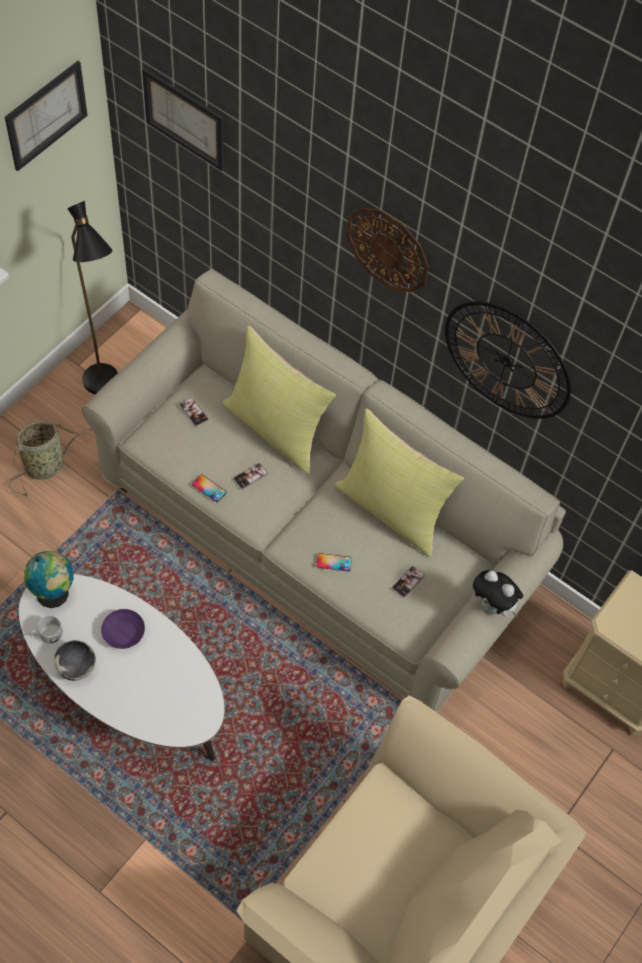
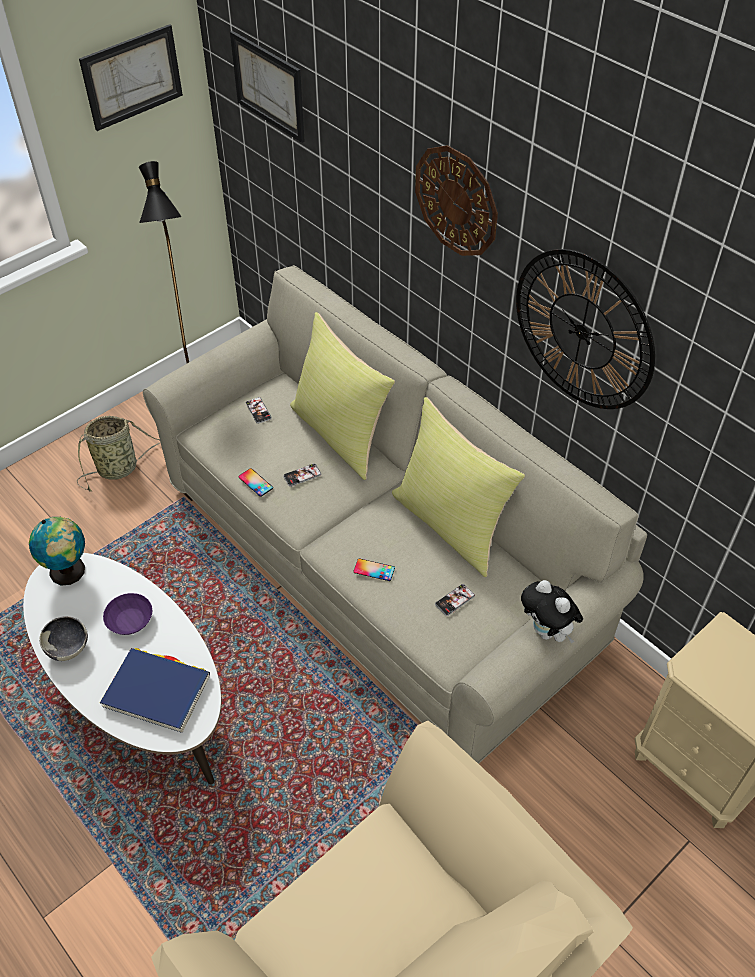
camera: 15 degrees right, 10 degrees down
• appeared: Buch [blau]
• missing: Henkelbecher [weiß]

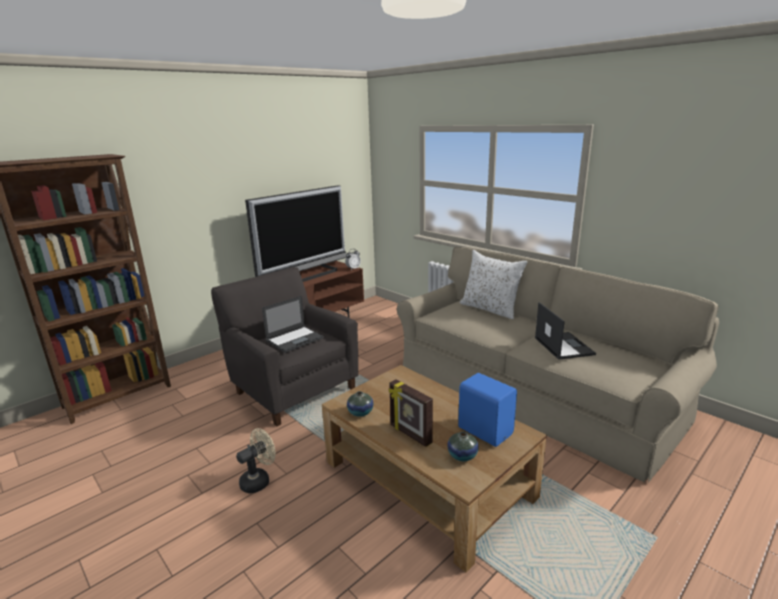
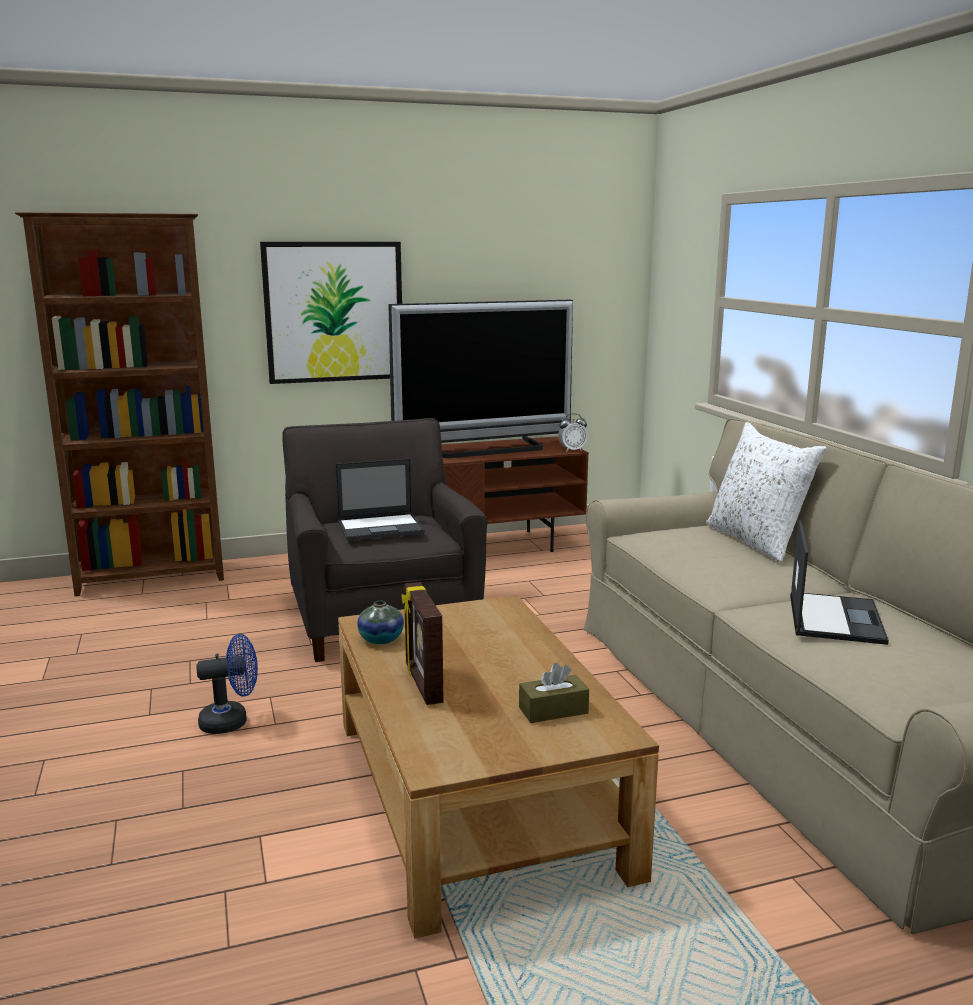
camera: 25 degrees right, 5 degrees down
• colour: Ventilator [beige] to Ventilator [blau]
• appeared: Bild
• exchanged: Lautsprecher [blau] to Taschentuchbox [braun]
• missing: Vase (no. 2 from left)

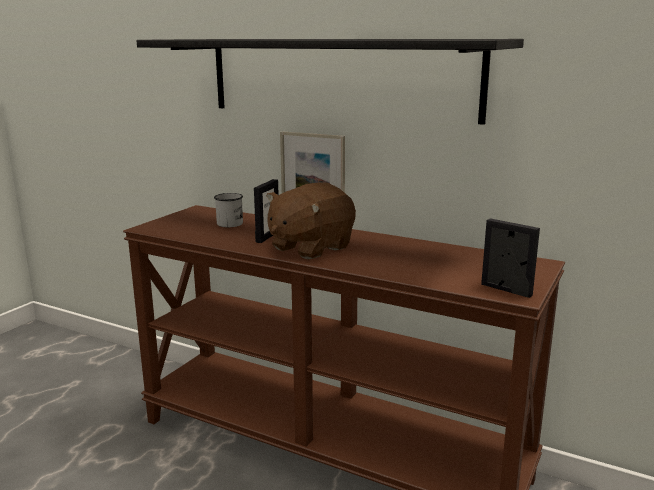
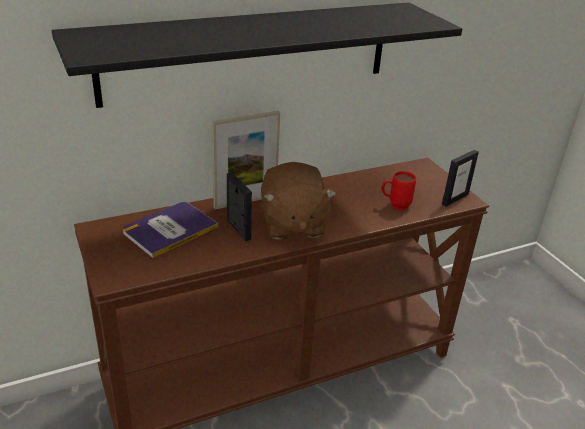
camera: 55 degrees left, 15 degrees up
• exchanged: Henkelbecher [weiß] to Buch
• appeared: Henkelbecher [rot]
• spun: Bilderrahmen (no. 3 from left) 150 degrees clockwise

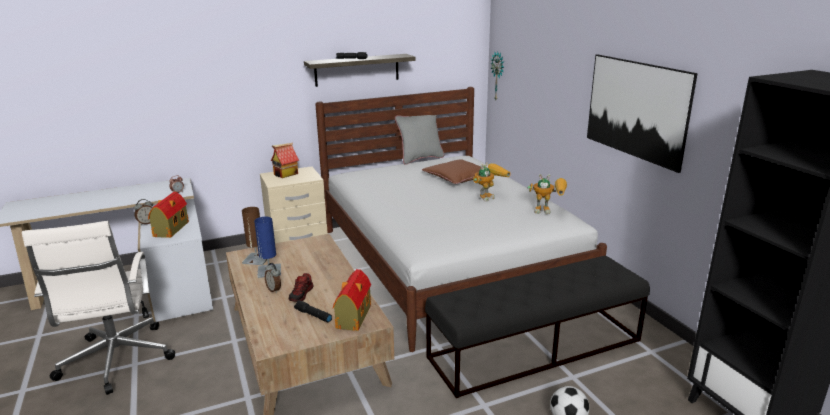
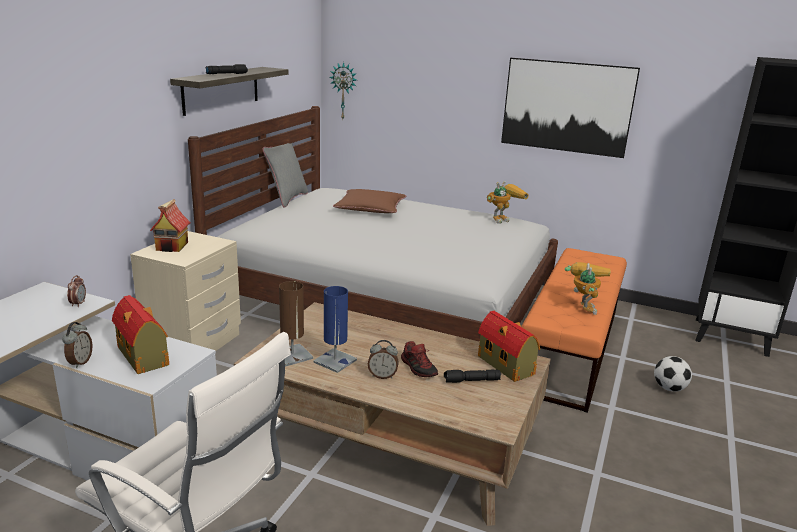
camera: 45 degrees left, 0 degrees up
• colour: Bank [schwarz] to Bank [orange]
• relocated: Spielzeugroboter (no. 1 from left in the first image) to Spielzeugroboter (no. 2 from left)

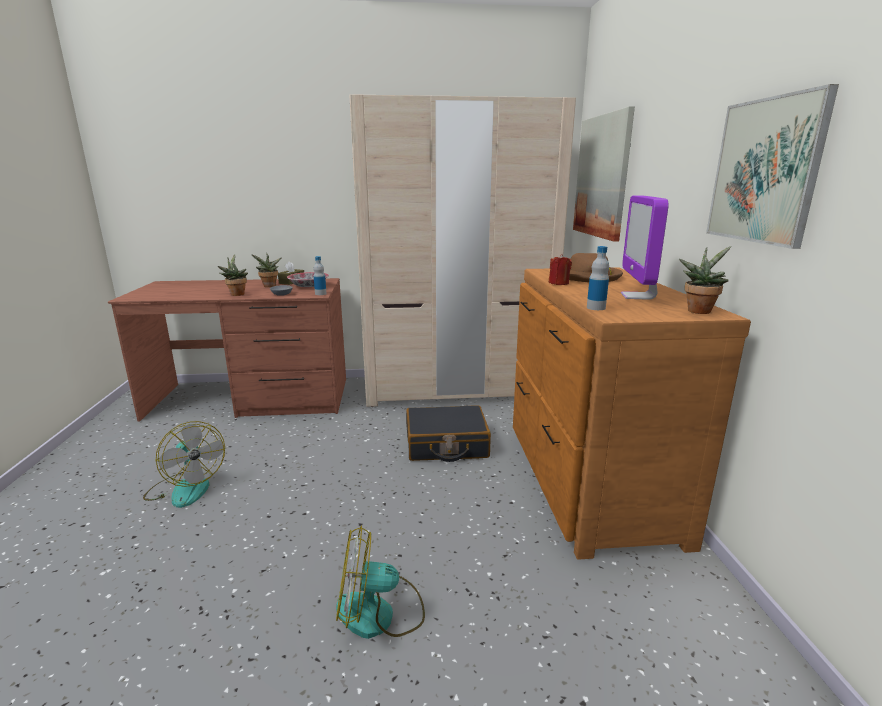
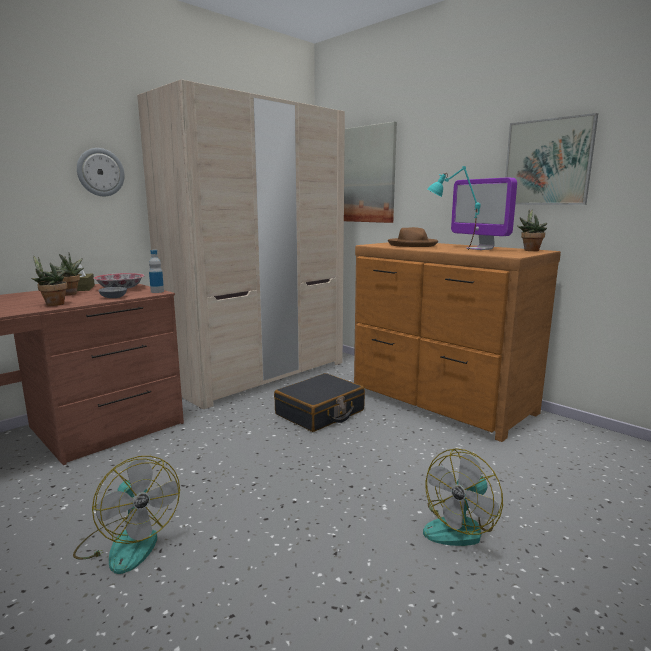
camera: 40 degrees left, 5 degrees down
• spun: Ventilator (no. 1 from left) 45 degrees clockwise
• appeared: Wanduhr
• appeared: Tischlampe [türkis]
• missing: Kerze [rot]
• missing: Flasche (no. 2 from left)

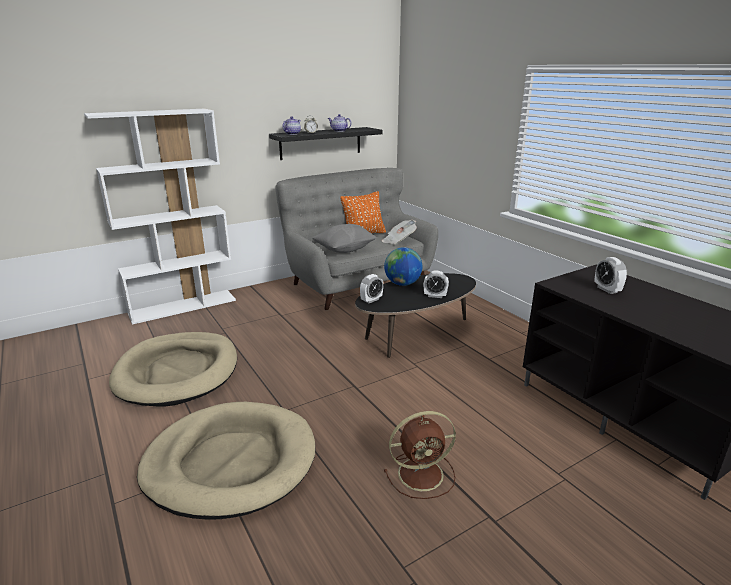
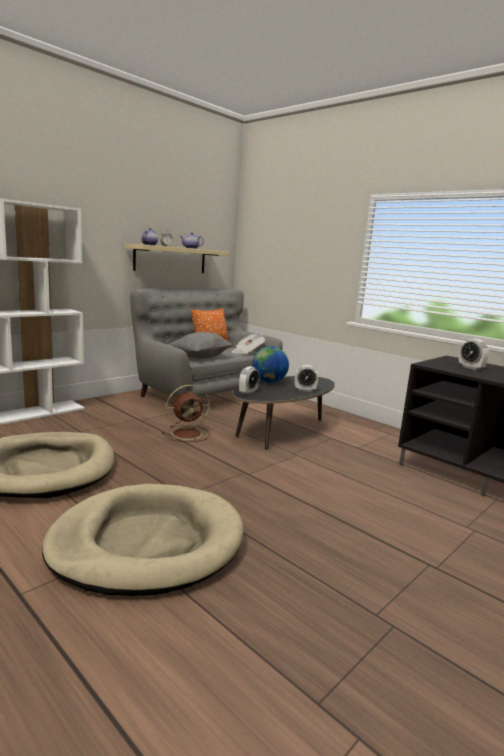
camera: 15 degrees left, 10 degrees down
• colour: Wandregal [schwarz] to Wandregal [beige]
• relocated: Ventilator [braun]

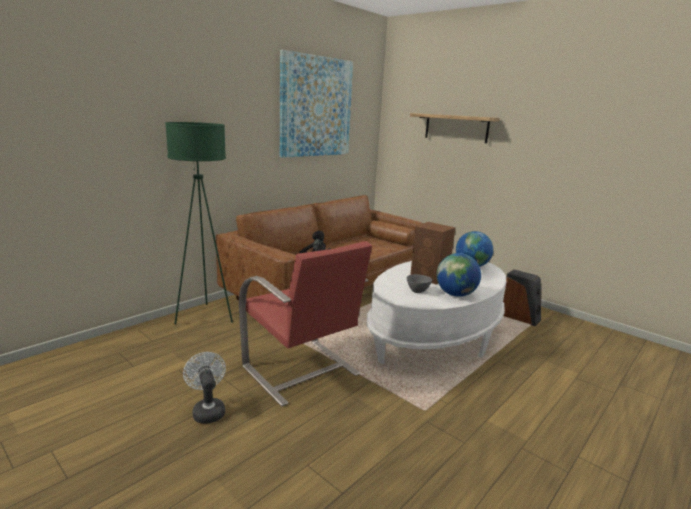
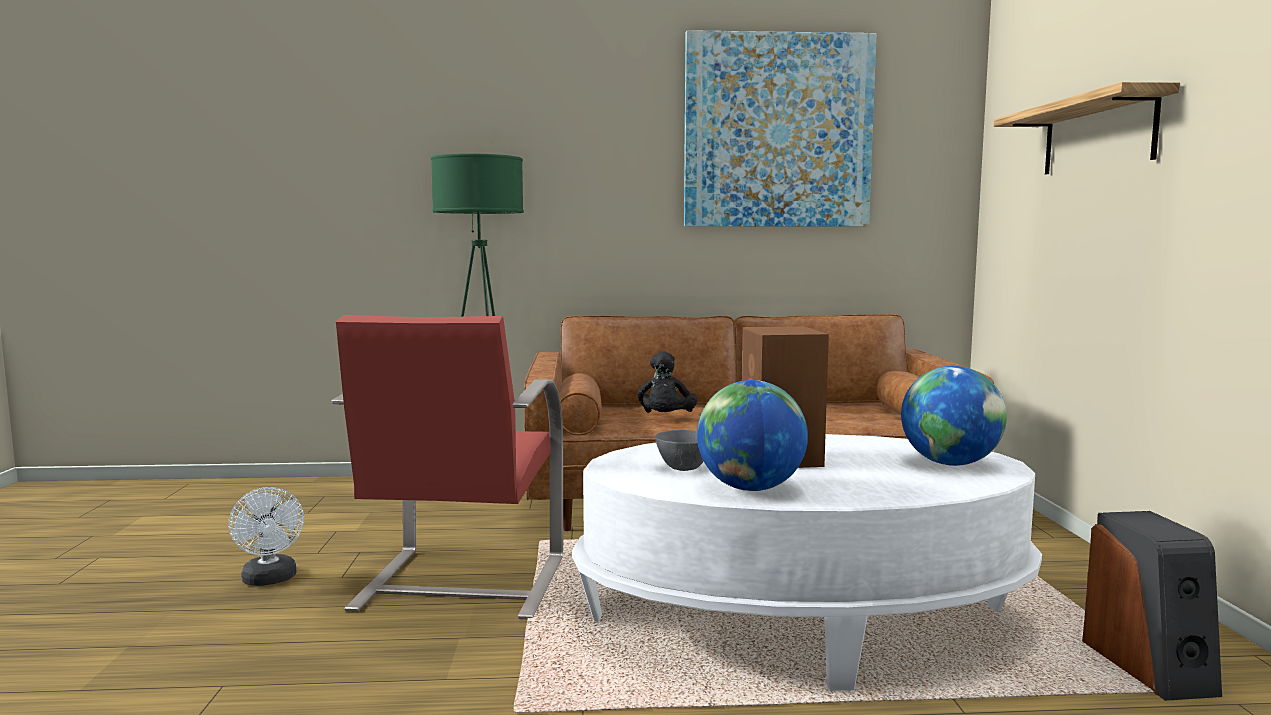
camera: 45 degrees right, 10 degrees down
• spun: Ventilator [weiß] 135 degrees clockwise

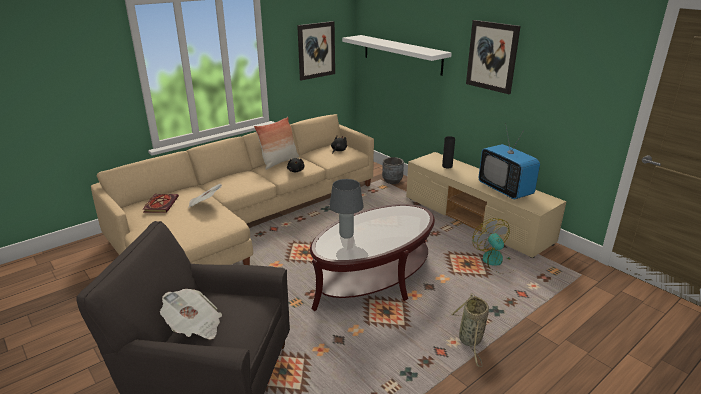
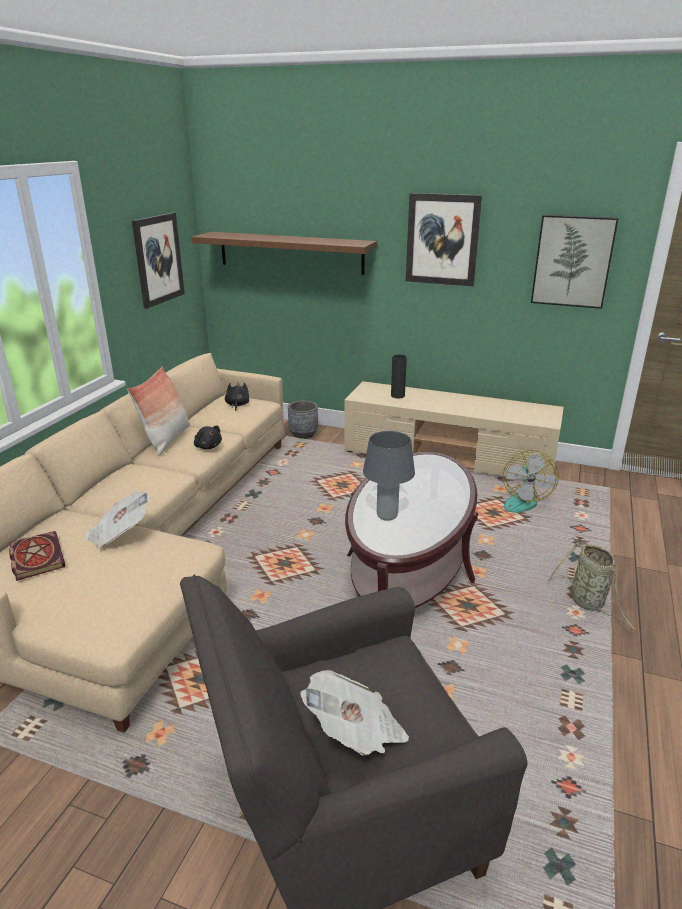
camera: 30 degrees left, 0 degrees up
• colour: Wandregal [weiß] to Wandregal [braun]
• spun: Ventilator 120 degrees counterclockwise
• appeared: Bild (no. 3 from left)
• missing: Fernseher

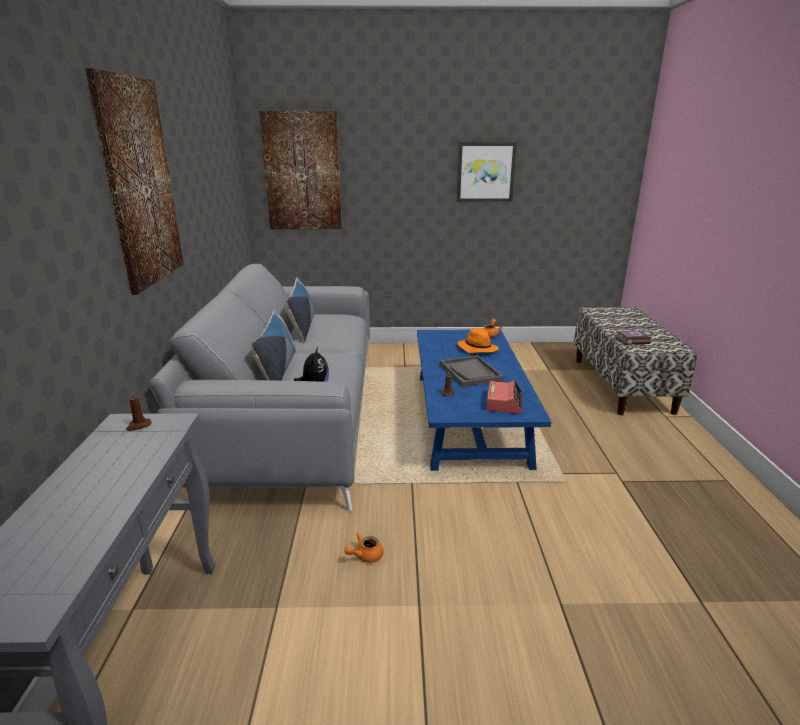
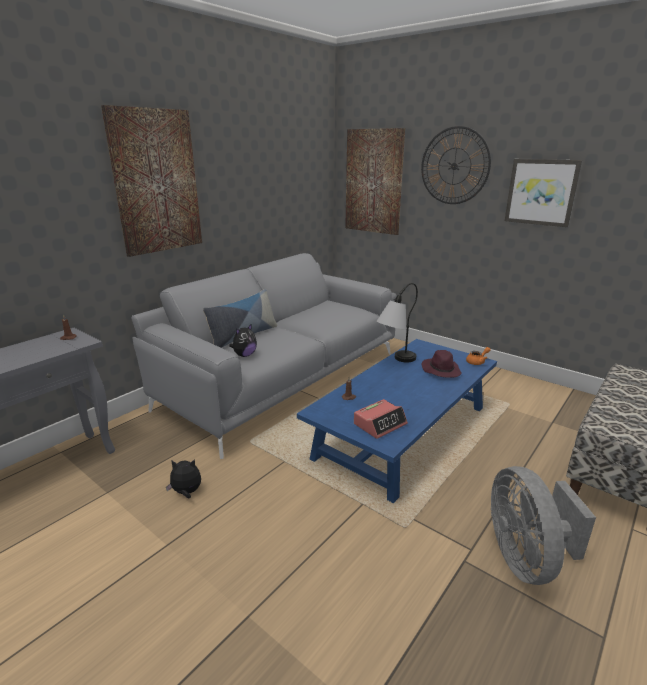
camera: 40 degrees right, 0 degrees up
• exchanged: Teekanne [orange] (no. 1 from left) to Plüschtier (no. 1 from left)
• appeared: Tischlampe
• appeared: Wanduhr
• colour: Hut [orange] to Hut [lila]
• appeared: Ventilator [grau]
• missing: Kissen (no. 2 from left)
• missing: Tablett [grau]
• missing: Buch

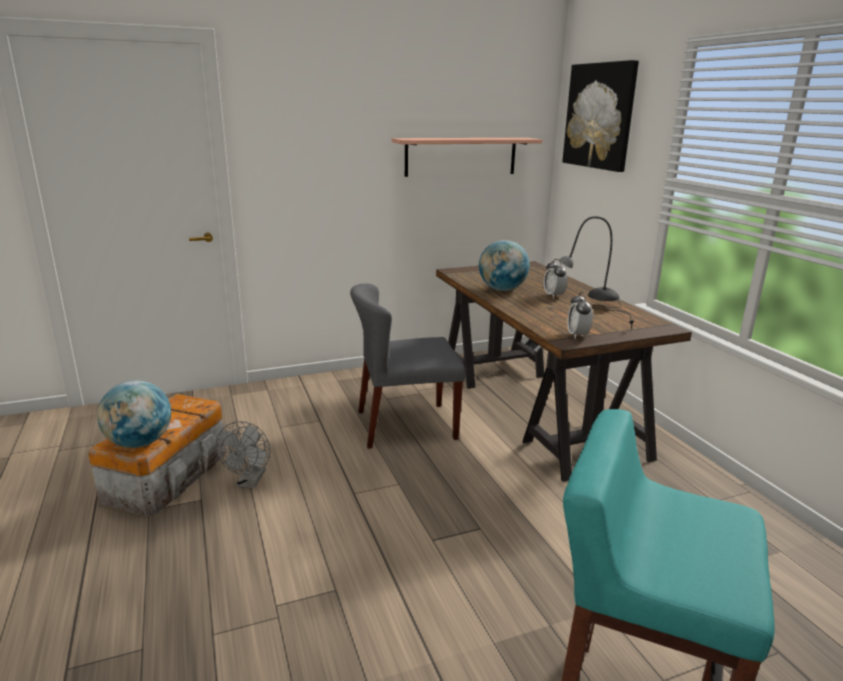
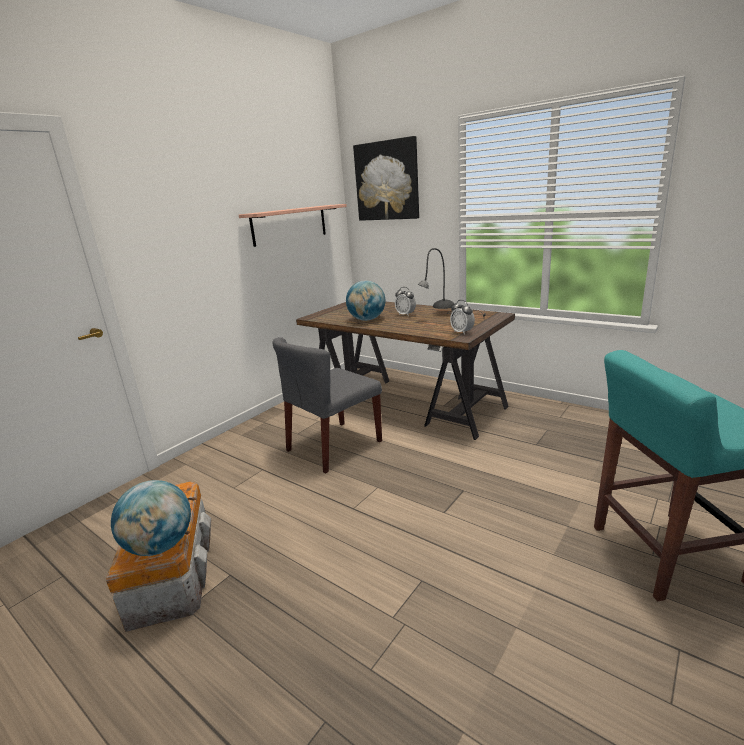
camera: 30 degrees left, 0 degrees up
• missing: Ventilator [grau]

